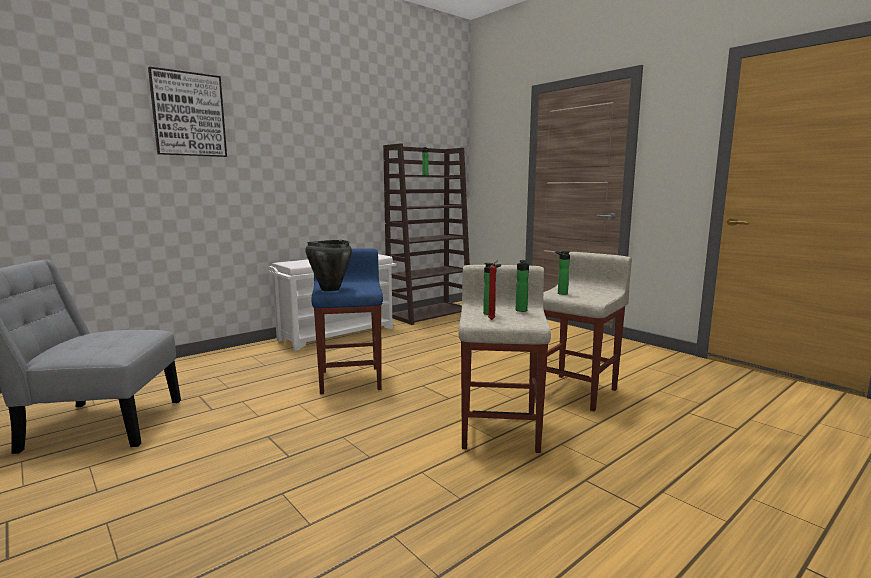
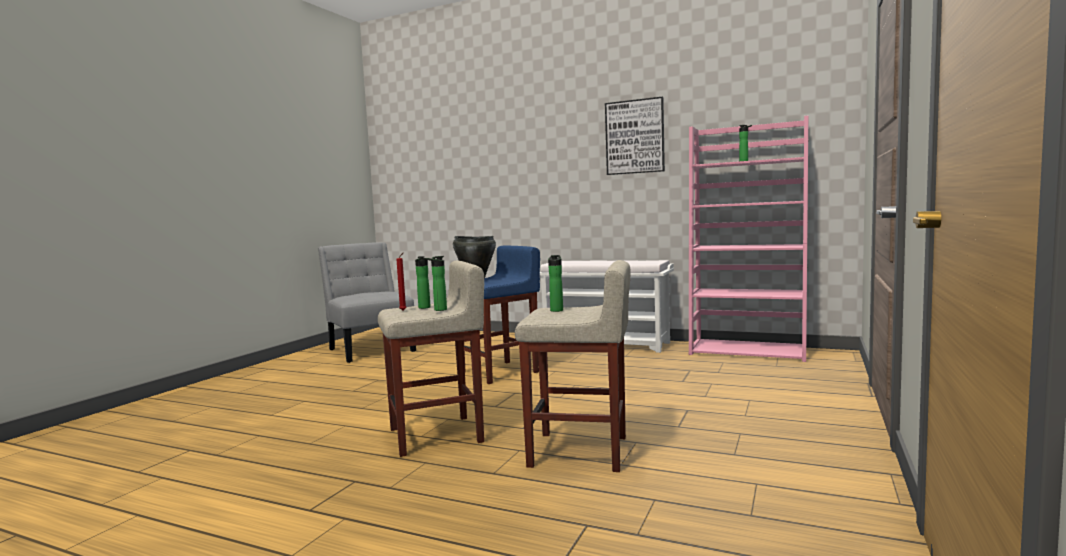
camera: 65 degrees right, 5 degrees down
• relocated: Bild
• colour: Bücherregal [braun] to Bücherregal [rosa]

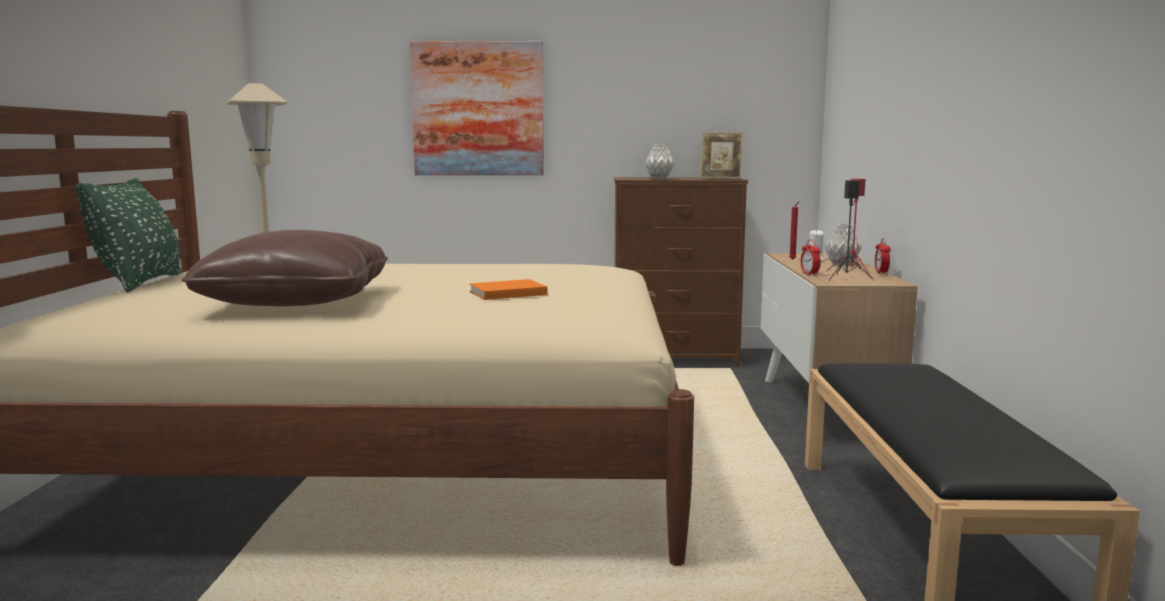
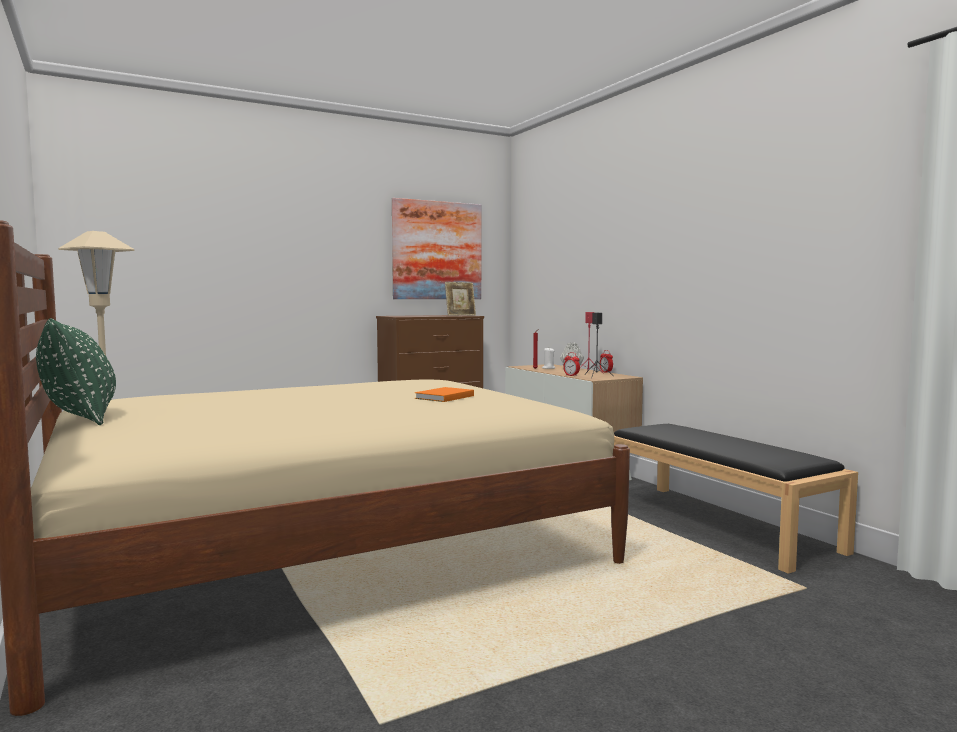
camera: 30 degrees left, 5 degrees down
• relocated: Bild
• missing: Kissen [braun]
• missing: Vase [grau] (no. 1 from left)

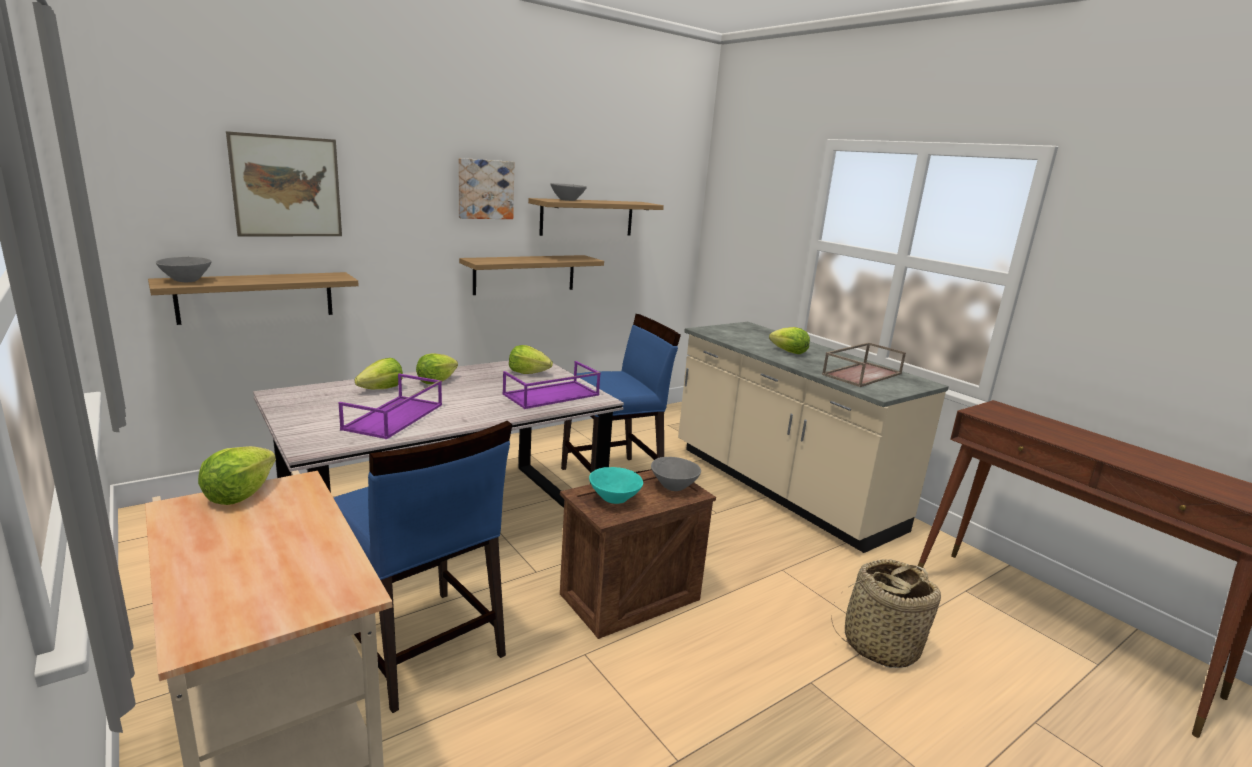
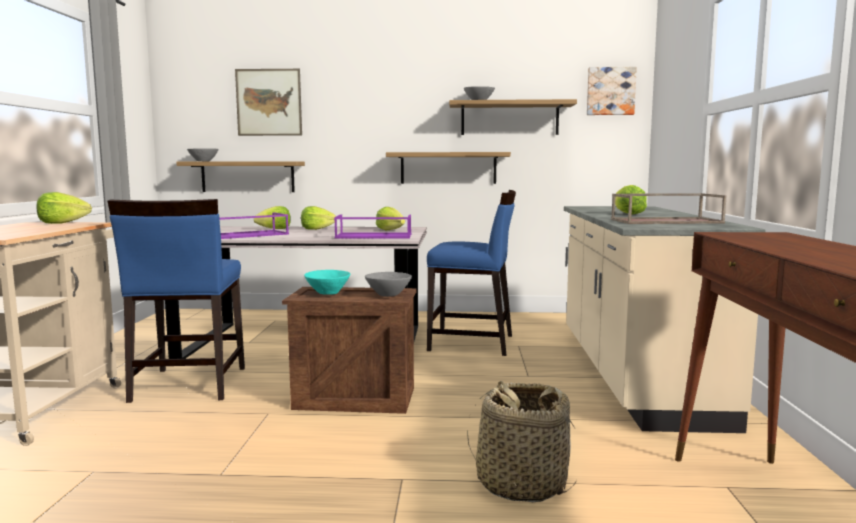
camera: 40 degrees right, 10 degrees down
• relocated: Bild (no. 2 from left)

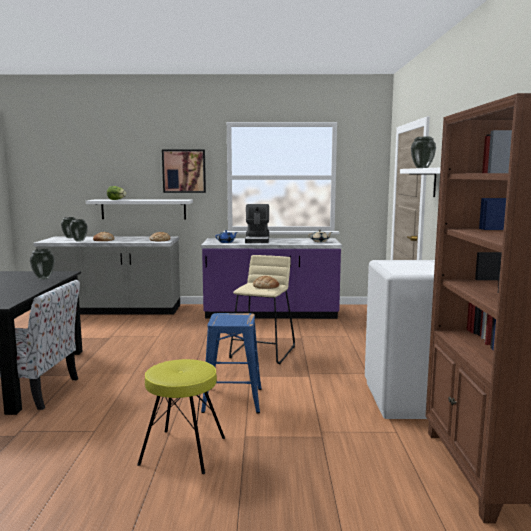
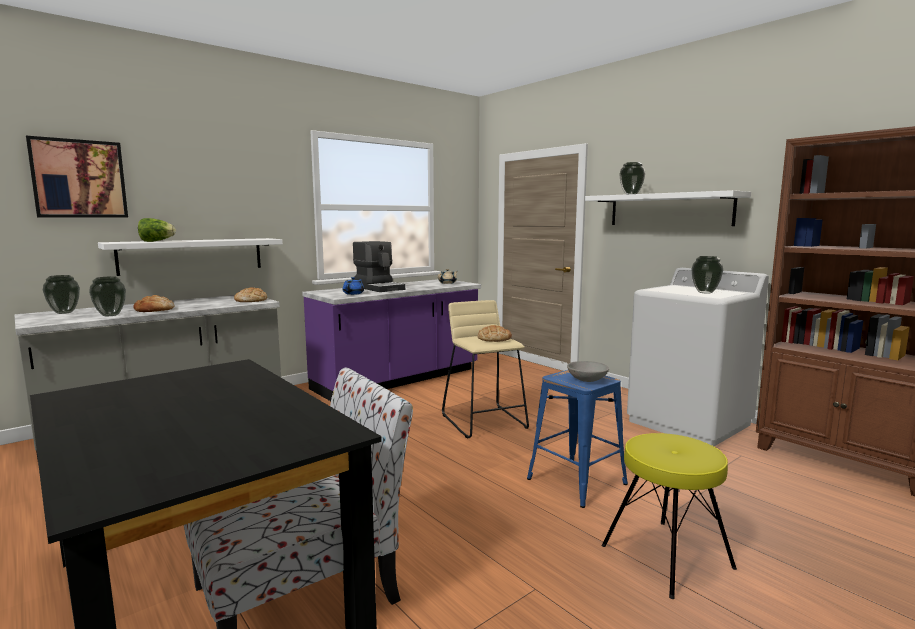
camera: 40 degrees left, 0 degrees up
• relocated: Bild
• appeared: Schüssel [grau]
• relocated: Vase (no. 1 from left in the first image) to Vase (no. 4 from left)

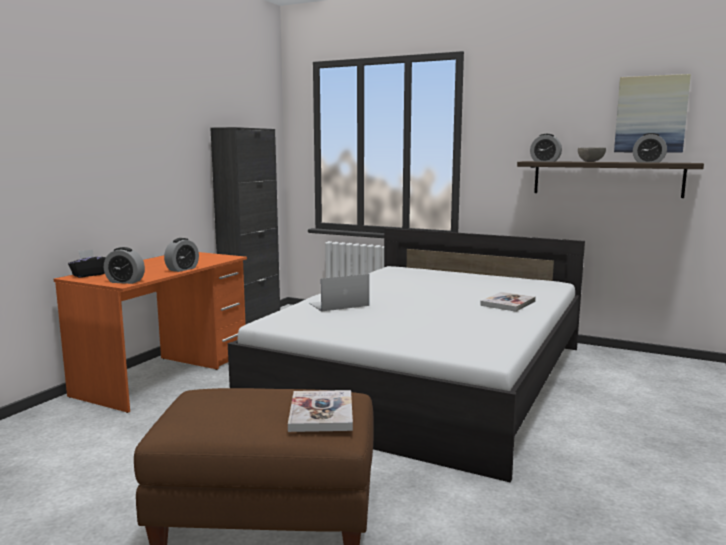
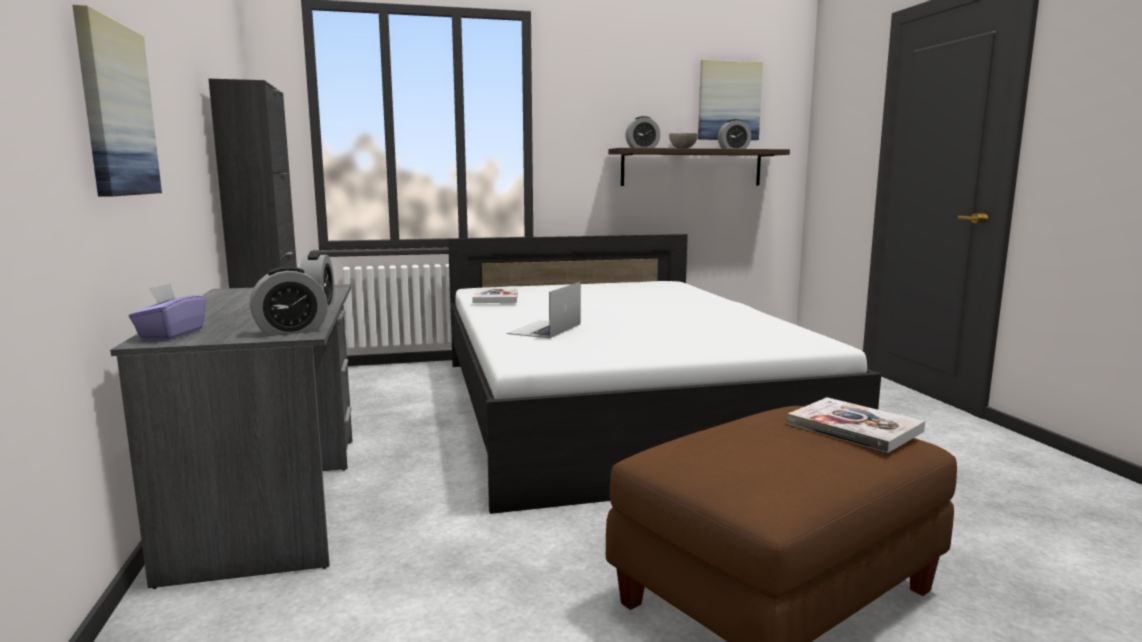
camera: 40 degrees left, 0 degrees up
• appeared: Bild (no. 1 from left)
• colour: Schreibtisch [orange] to Schreibtisch [grau]
• colour: Taschentuchbox [schwarz] to Taschentuchbox [lila]
• relocated: Buch (no. 2 from left in the first image) to Buch (no. 1 from left)

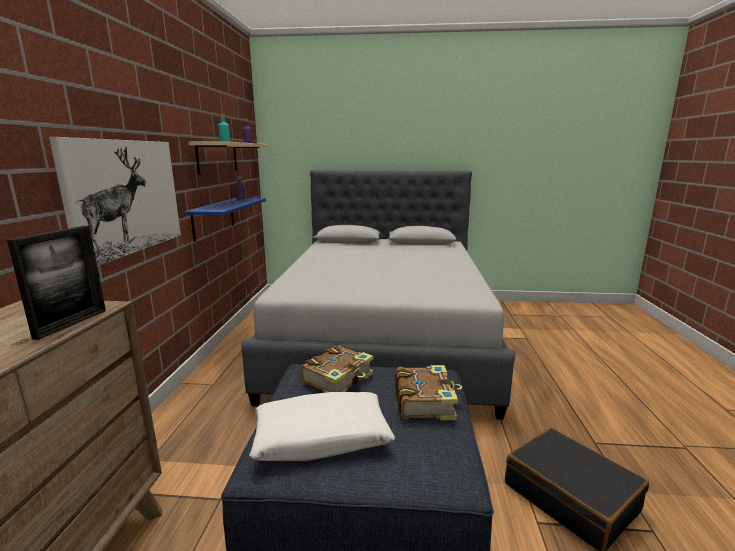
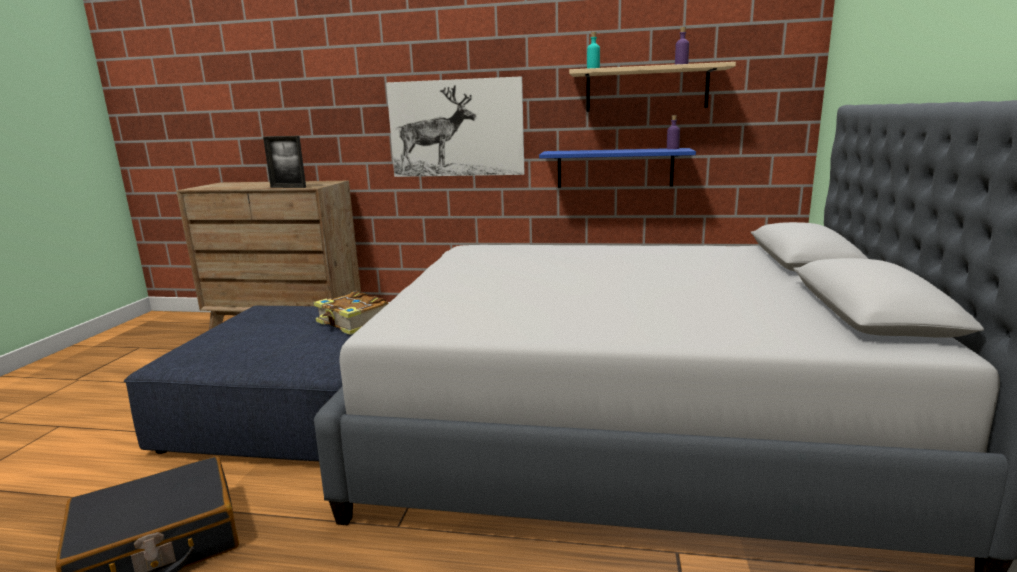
camera: 95 degrees right, 0 degrees up
• missing: Kissen [weiß]
• missing: Buch (no. 2 from left)

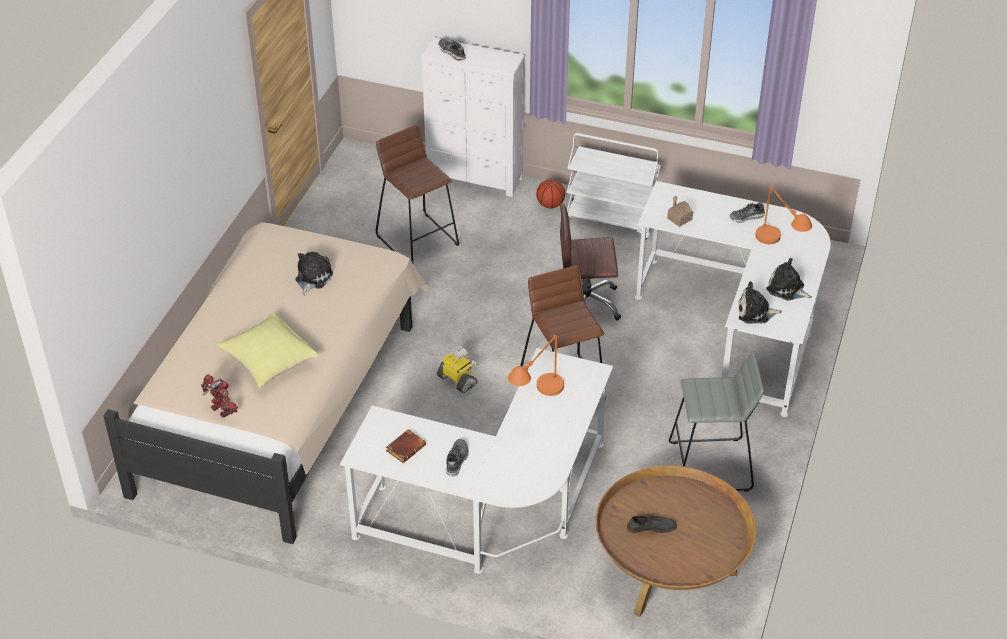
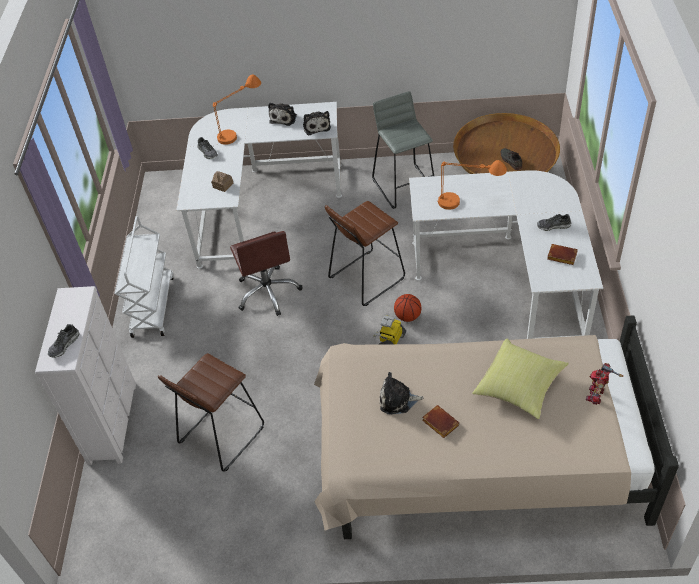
camera: 105 degrees left, 5 degrees up
• relocated: Basketball
• appeared: Buch [braun] (no. 1 from left)

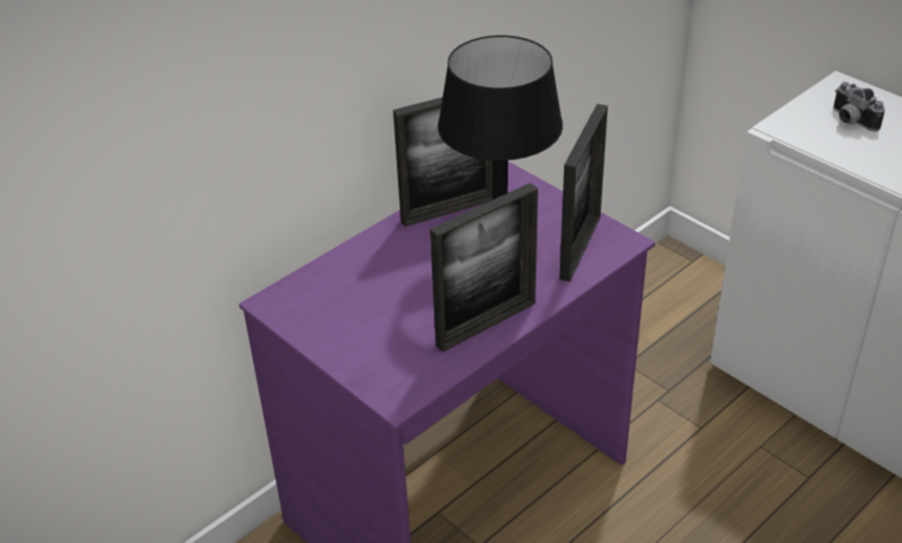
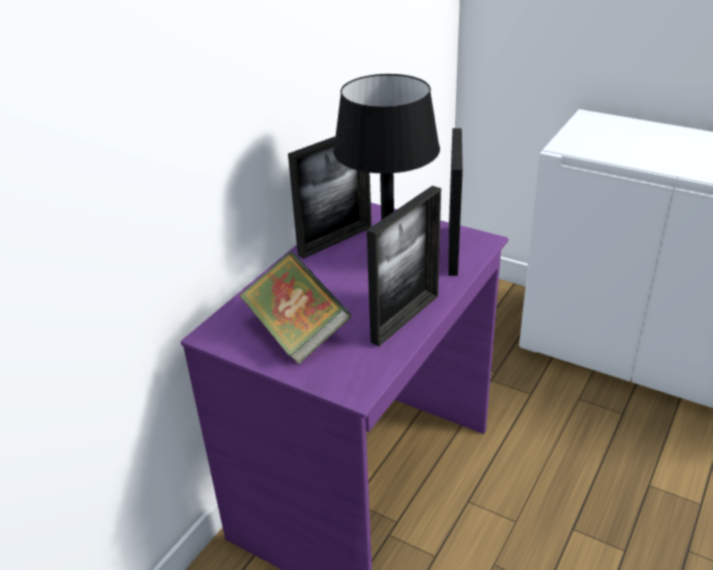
camera: 15 degrees left, 5 degrees down
• appeared: Buch
• missing: Kamera

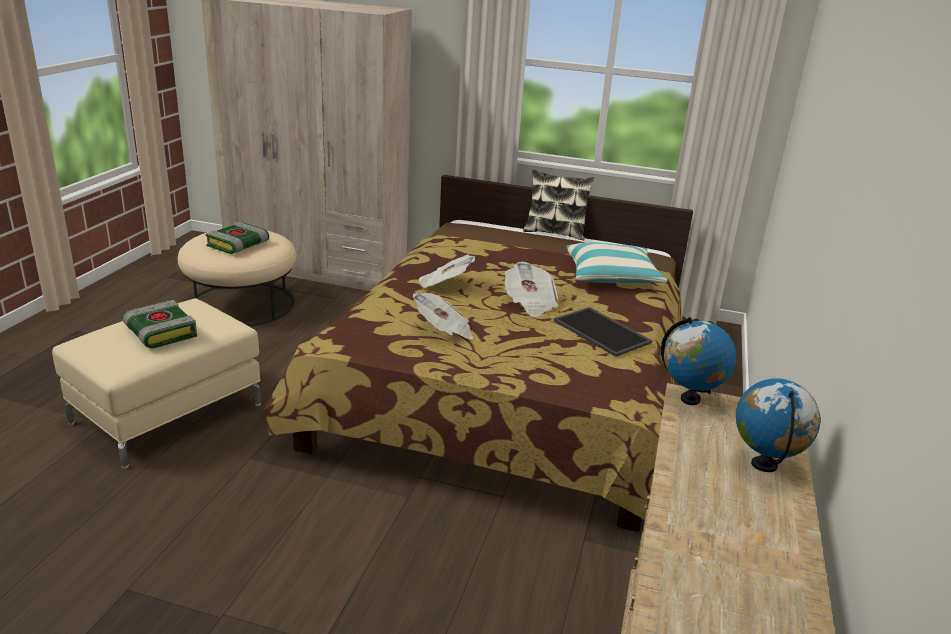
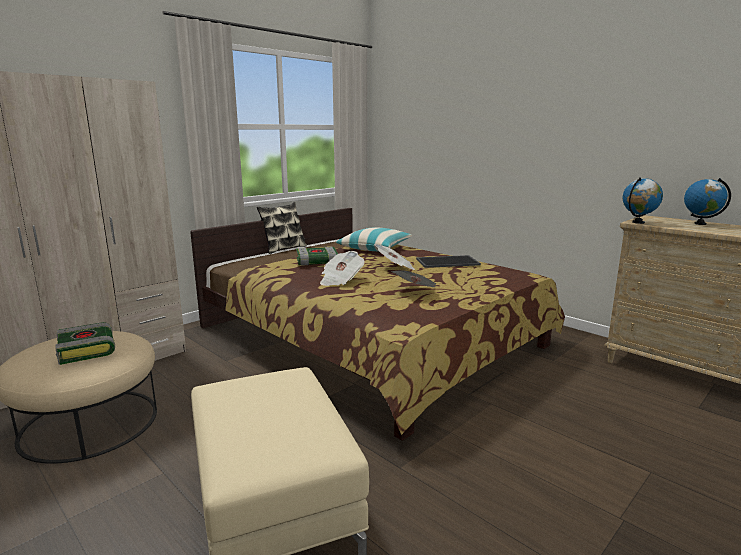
camera: 60 degrees left, 10 degrees down
• relocated: Buch (no. 1 from left in the first image) to Buch (no. 2 from left)

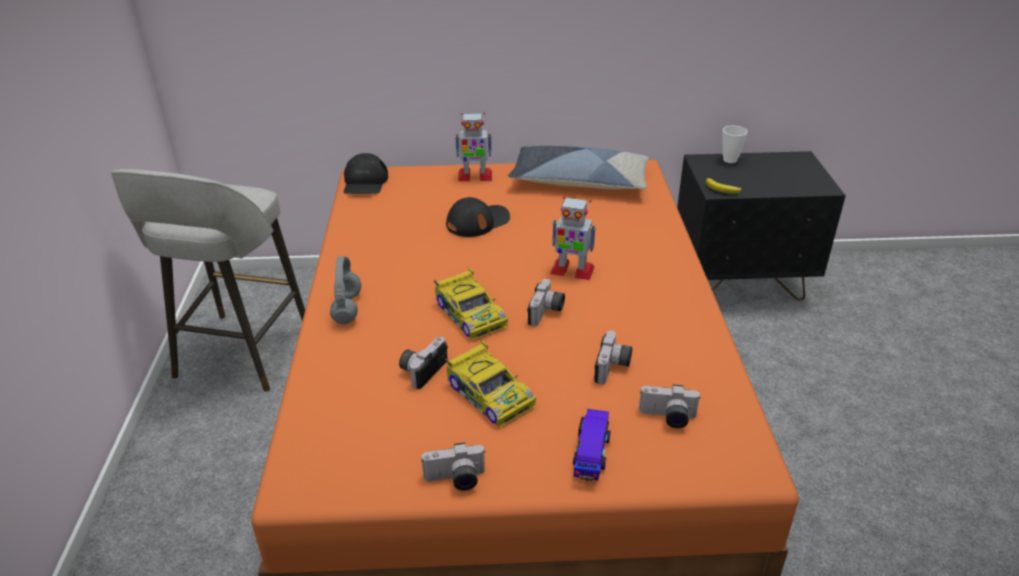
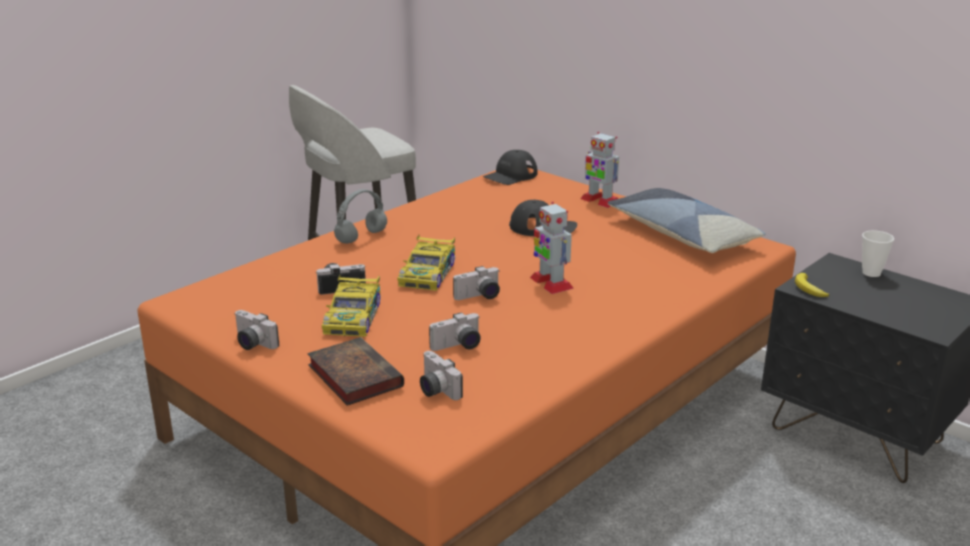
camera: 45 degrees right, 10 degrees down
• exchanged: Spielzeugauto (no. 3 from left) to Buch

